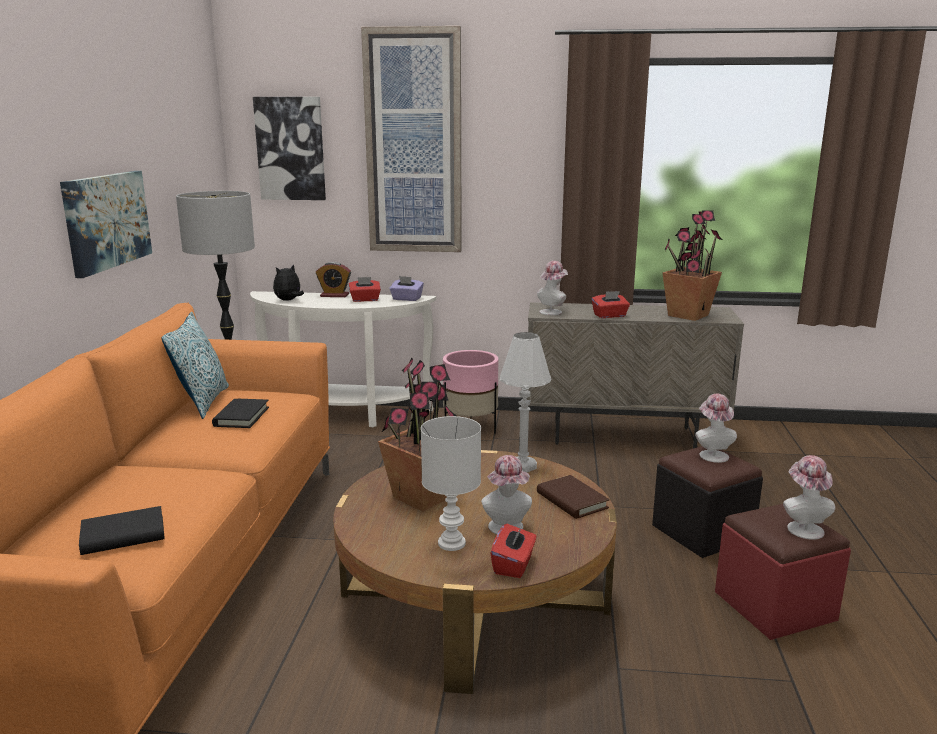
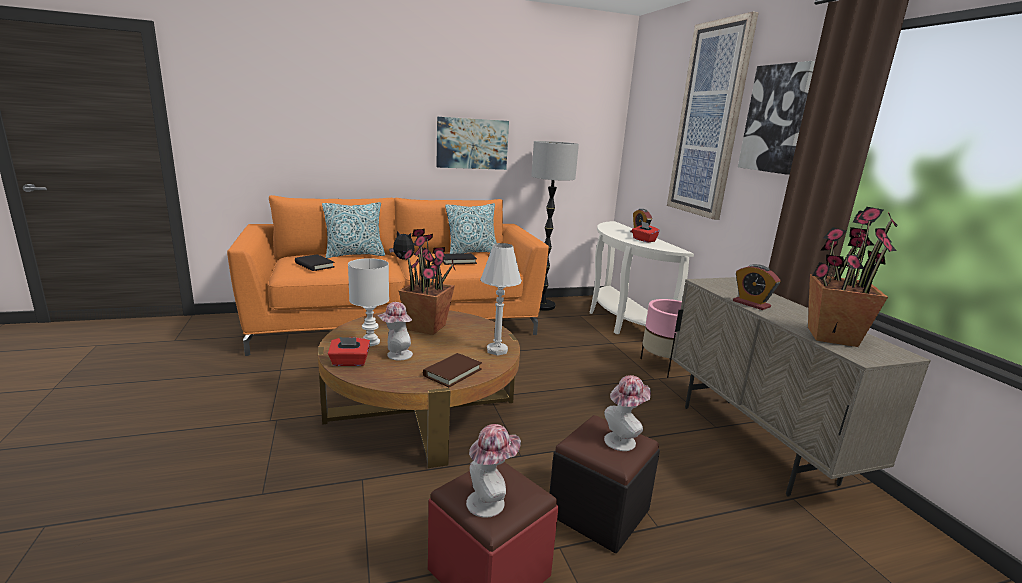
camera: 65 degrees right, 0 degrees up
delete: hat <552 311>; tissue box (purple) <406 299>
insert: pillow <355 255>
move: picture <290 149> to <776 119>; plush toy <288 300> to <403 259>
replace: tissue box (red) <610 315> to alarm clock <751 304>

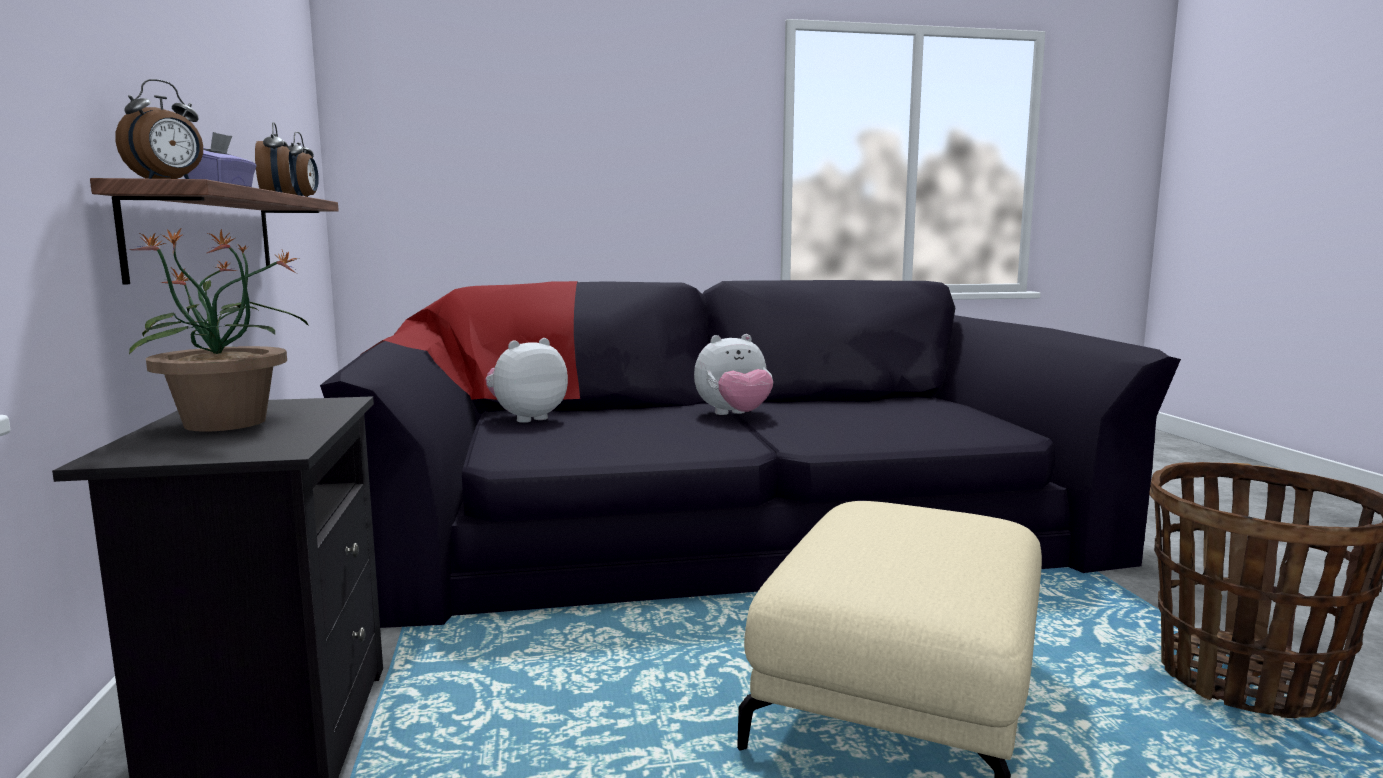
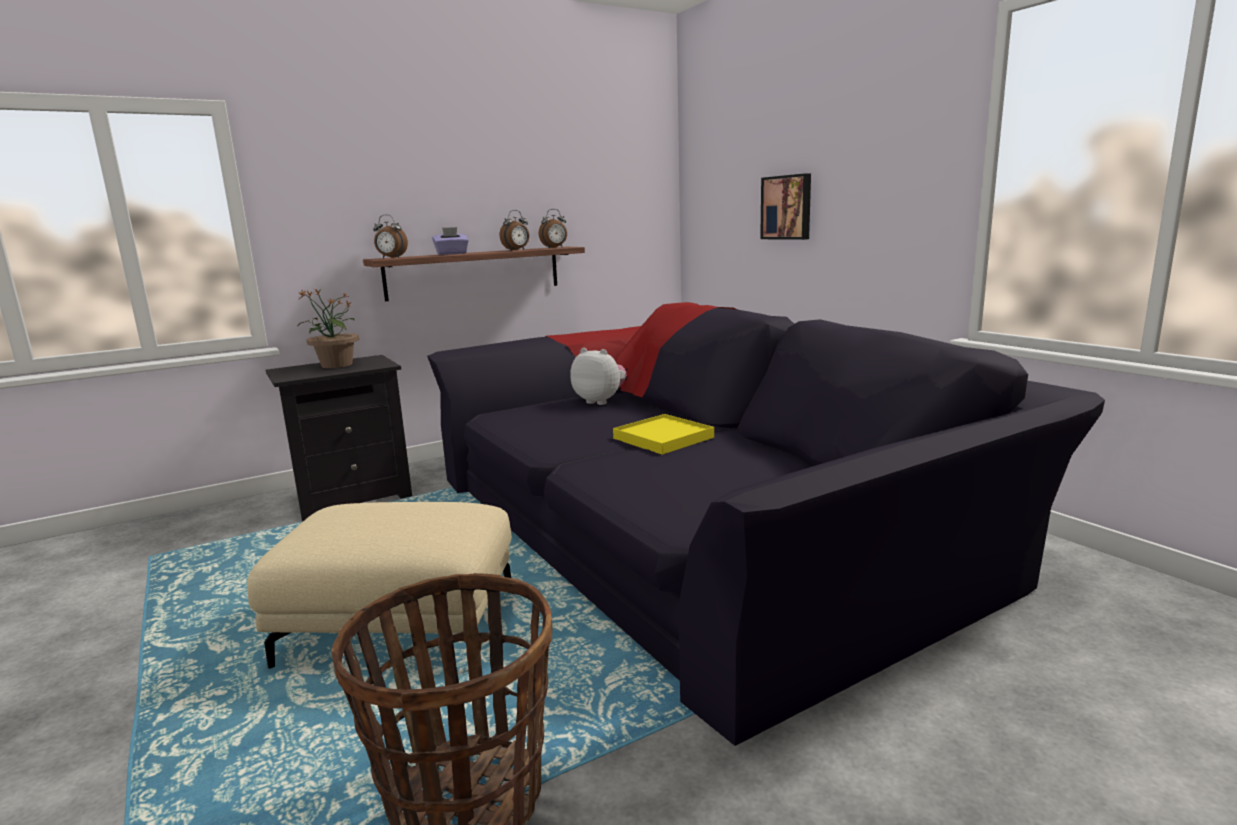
camera: 70 degrees right, 5 degrees up
insert: picture <787 207>
replace: plush toy <734 415> to tray (yellow) <663 438>

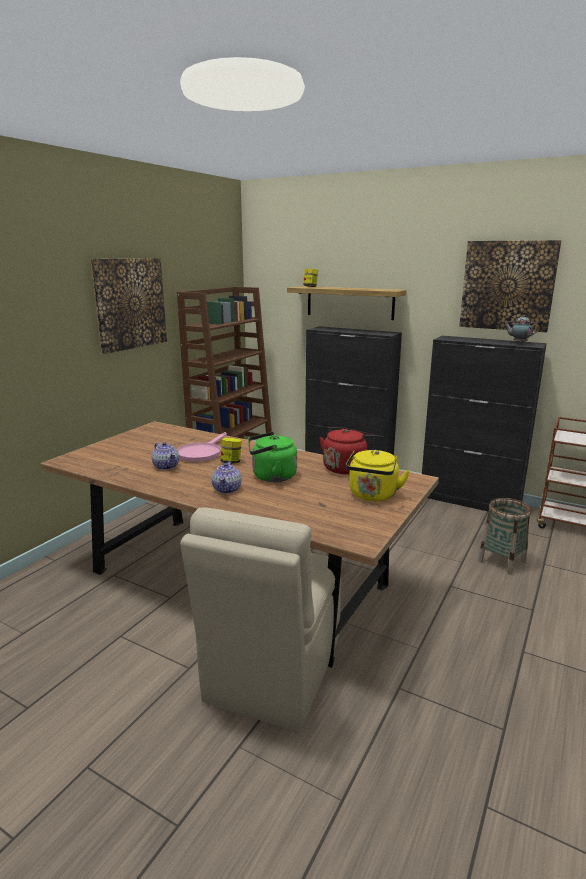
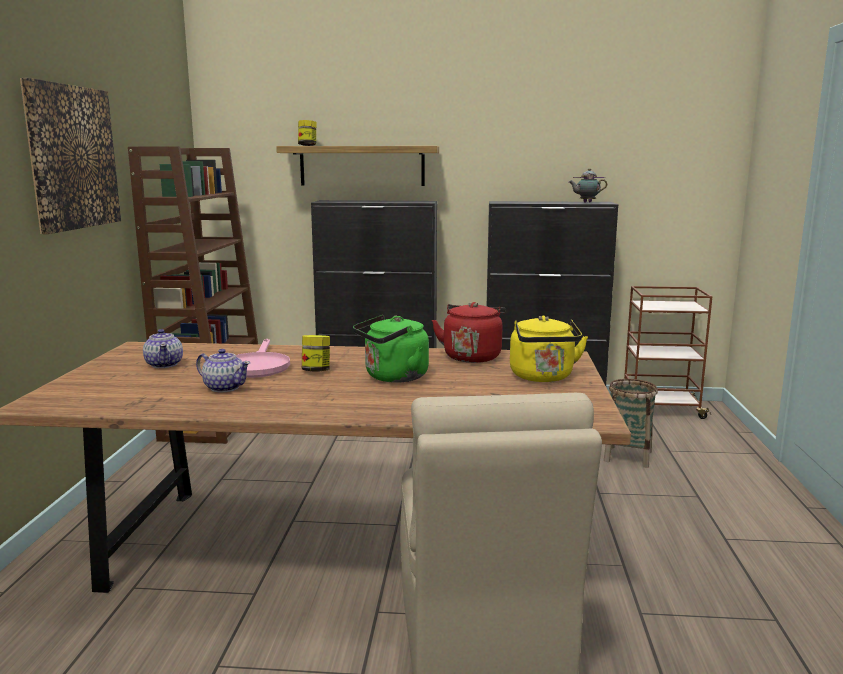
camera: 25 degrees left, 5 degrees down
delete: picture <507 285>
move: teapot <227 489> to <164 364>

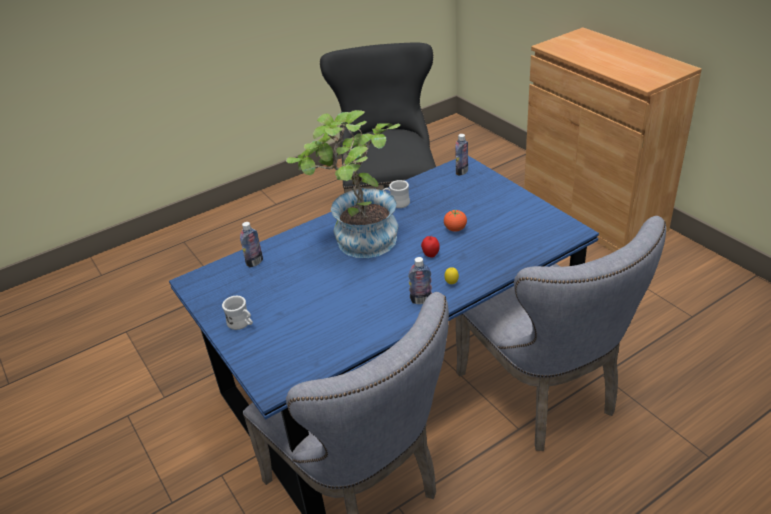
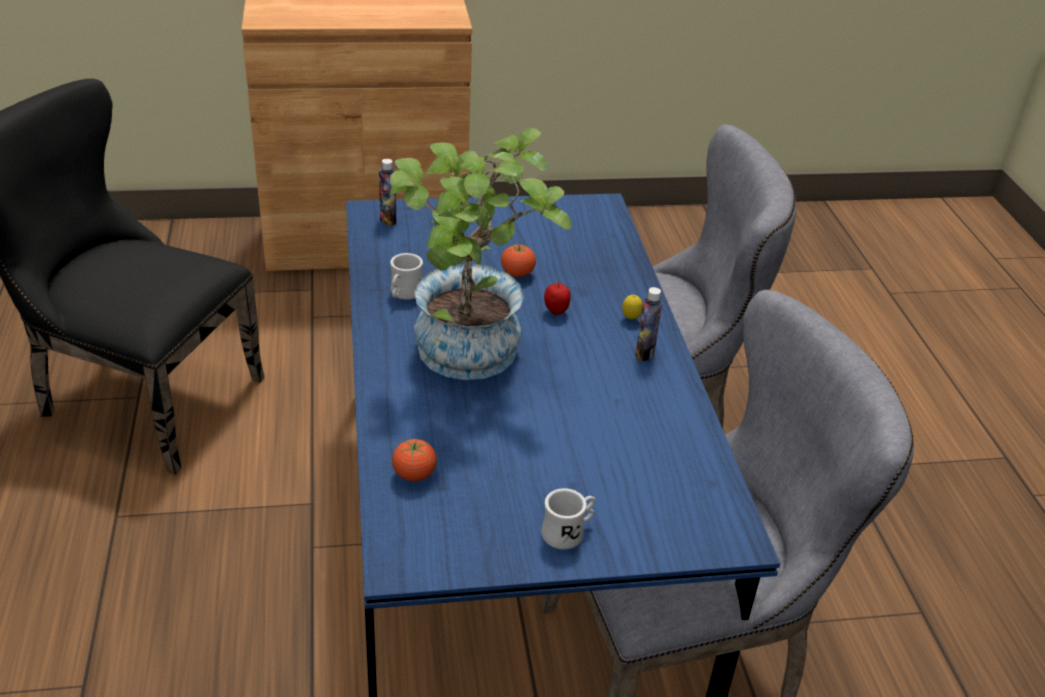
camera: 70 degrees left, 0 degrees up
replace: bottle <255 262> to tomato <414 475>

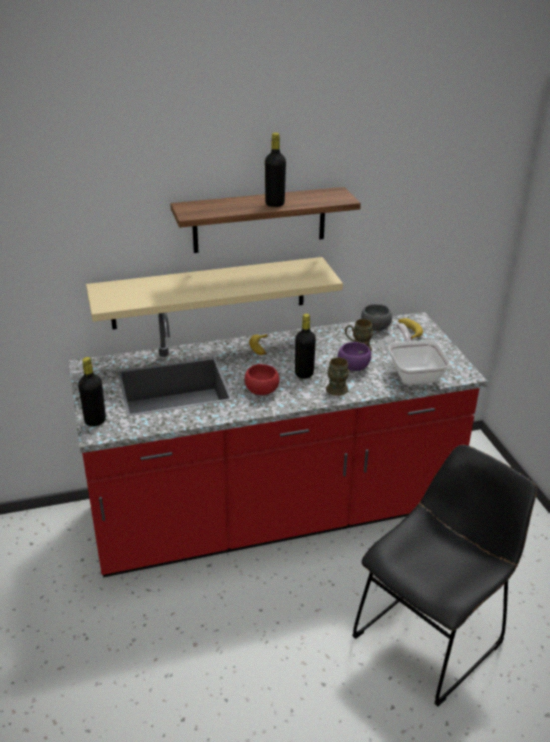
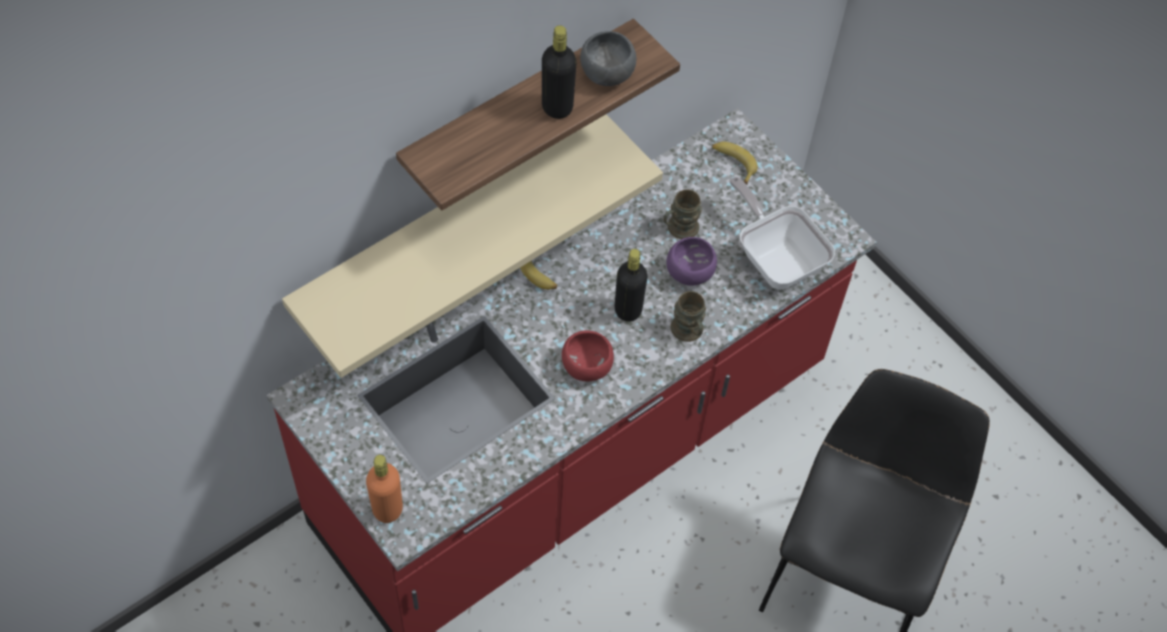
camera: 25 degrees left, 25 degrees up
move: bowl (grey) <374 327> to <605 73>
recolor: bottle (black) <95 421> to bottle (orange) <387 509>

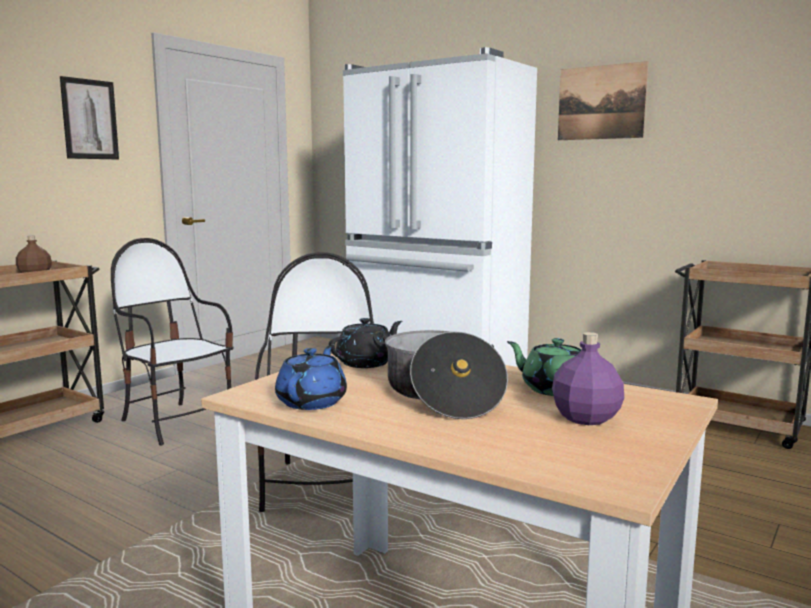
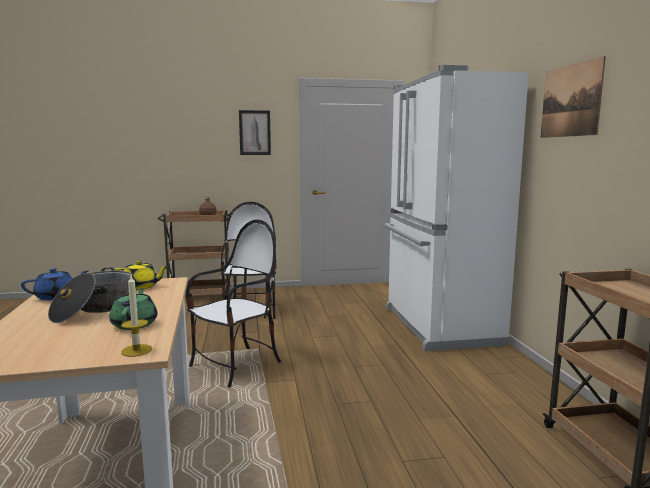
camera: 45 degrees right, 0 degrees up
delete: bottle (purple) <586 418>
insert: candle <136 350>
recolor: teapot (black) <367 363> to teapot (yellow) <141 287>

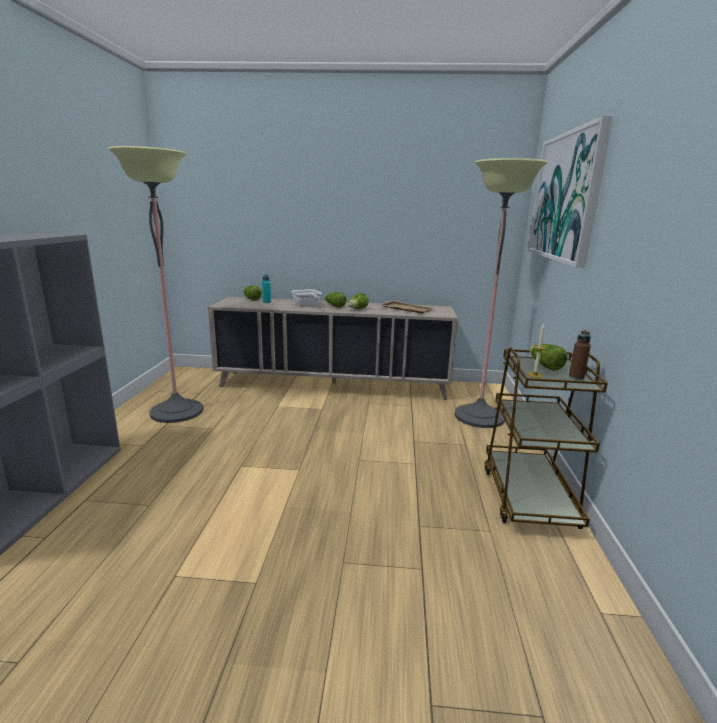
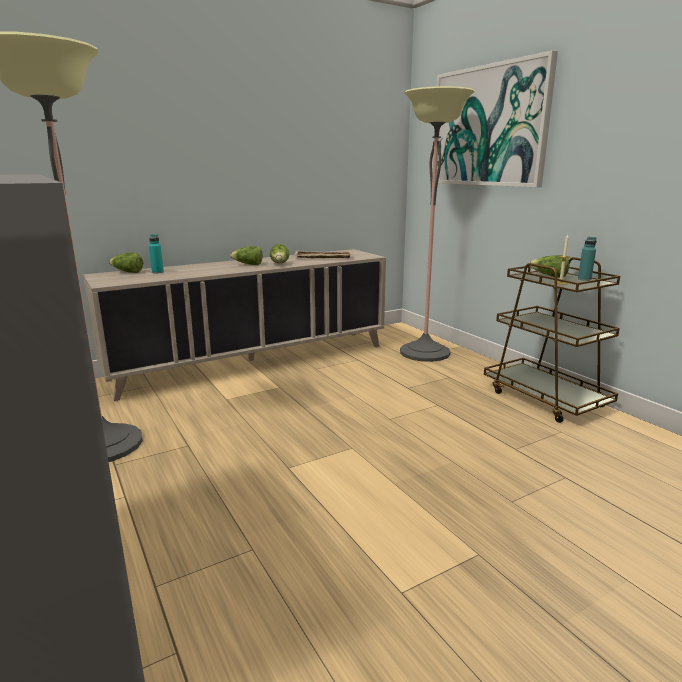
camera: 35 degrees left, 0 degrees up
delete: frying pan <307 306>
recolor: bottle (brown) <576 377> to bottle (turquoise) <584 279>

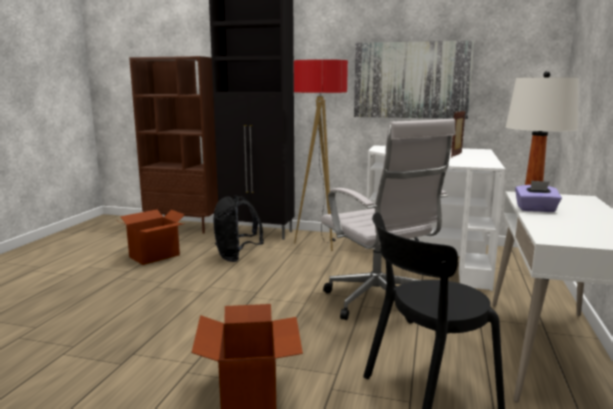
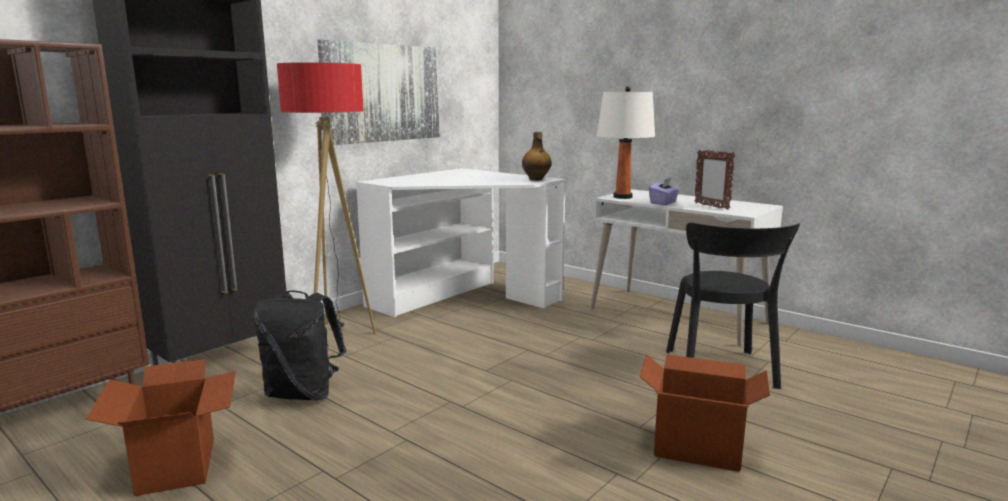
camera: 65 degrees left, 0 degrees up
delete: office chair (white) <379 303>
insert: bottle <536 179>
move: picture frame <456 155> to <711 206>

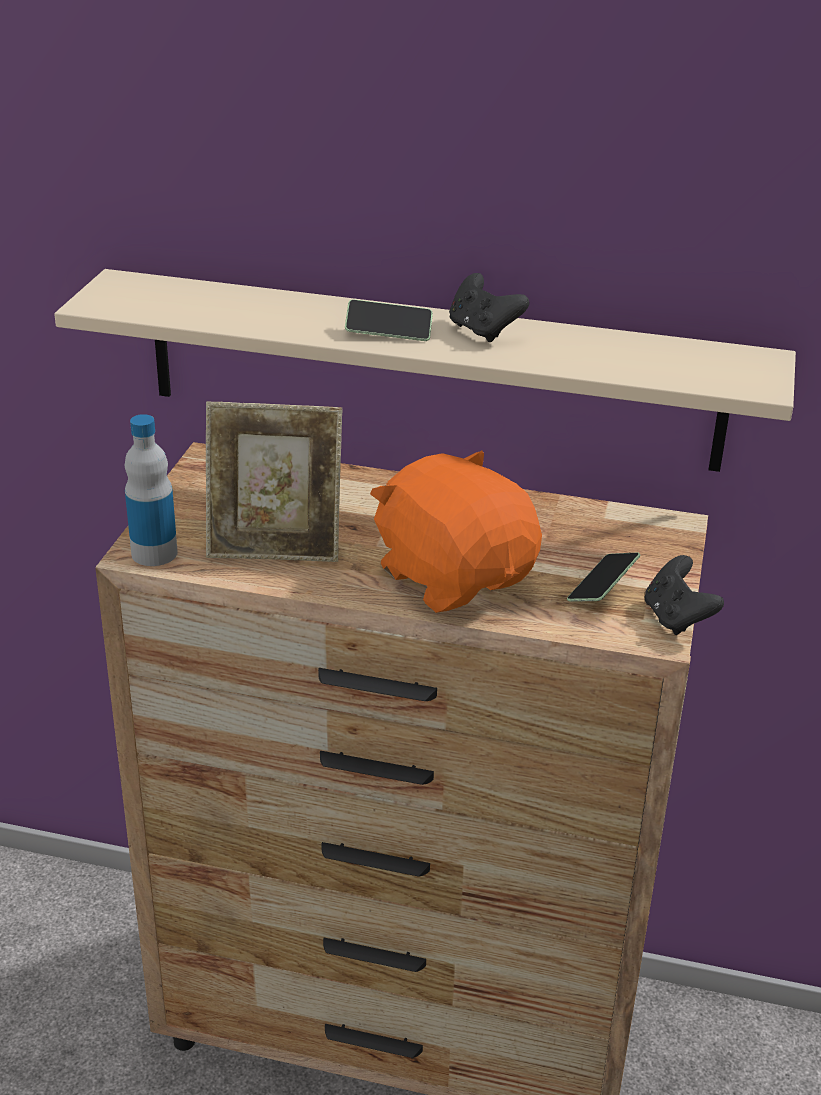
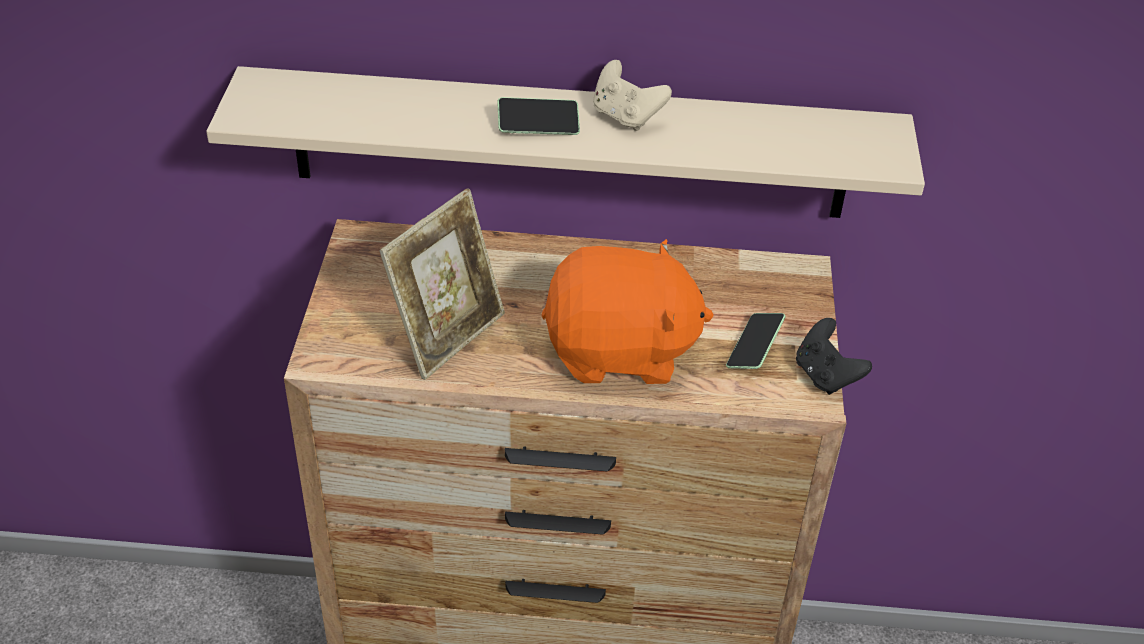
camera: 10 degrees left, 10 degrees up
delete: bottle <154 553>
recolor: game controller (black) <483 331> to game controller (beige) <626 117>
rotate: picture frame <275 546> = <448 335> 45 degrees counterclockwise; plush toy (orange) <454 577> = <620 352> 135 degrees clockwise

